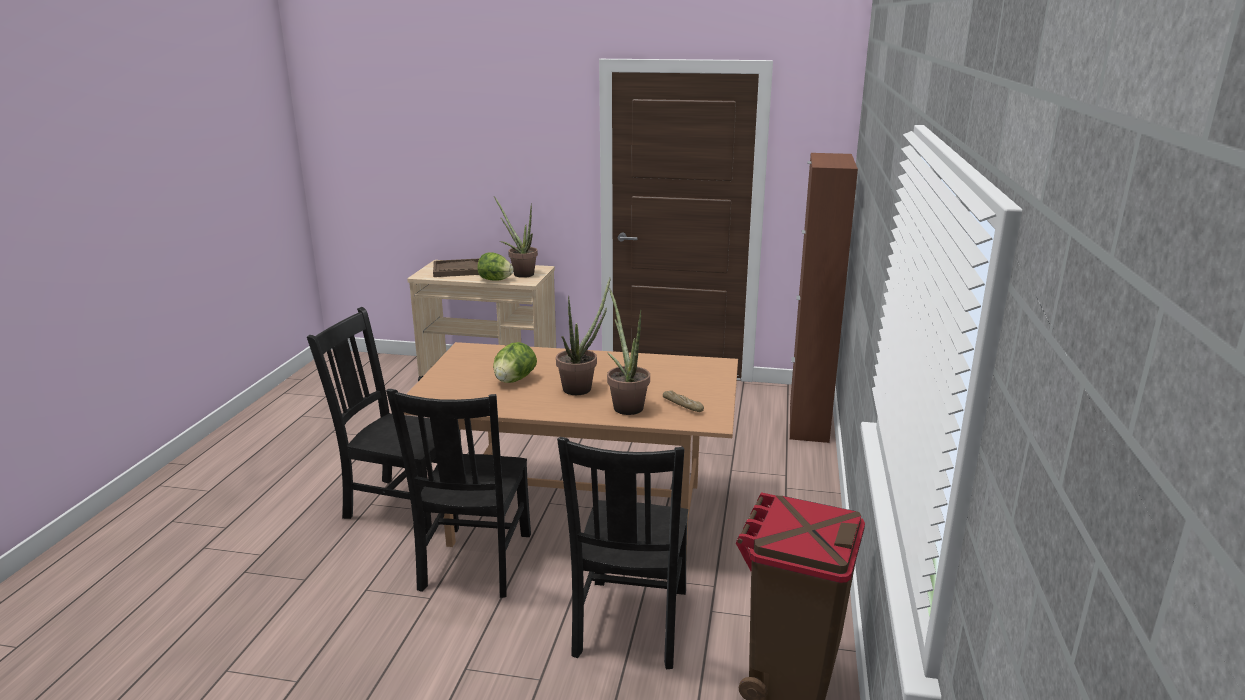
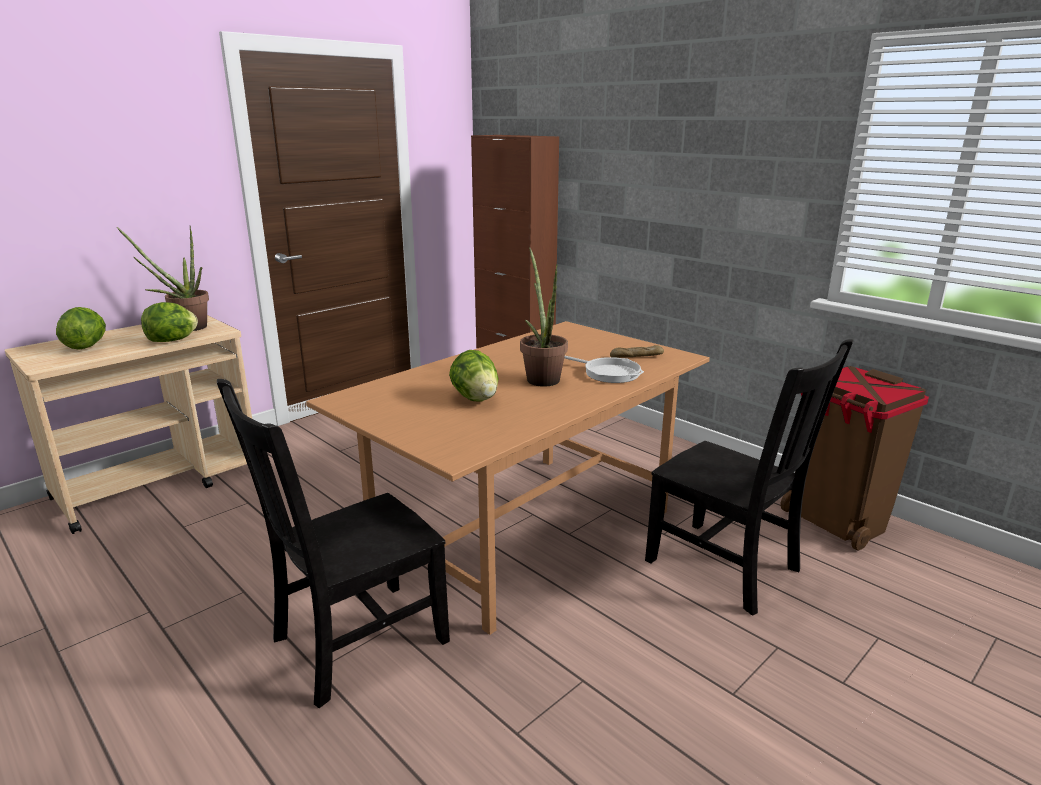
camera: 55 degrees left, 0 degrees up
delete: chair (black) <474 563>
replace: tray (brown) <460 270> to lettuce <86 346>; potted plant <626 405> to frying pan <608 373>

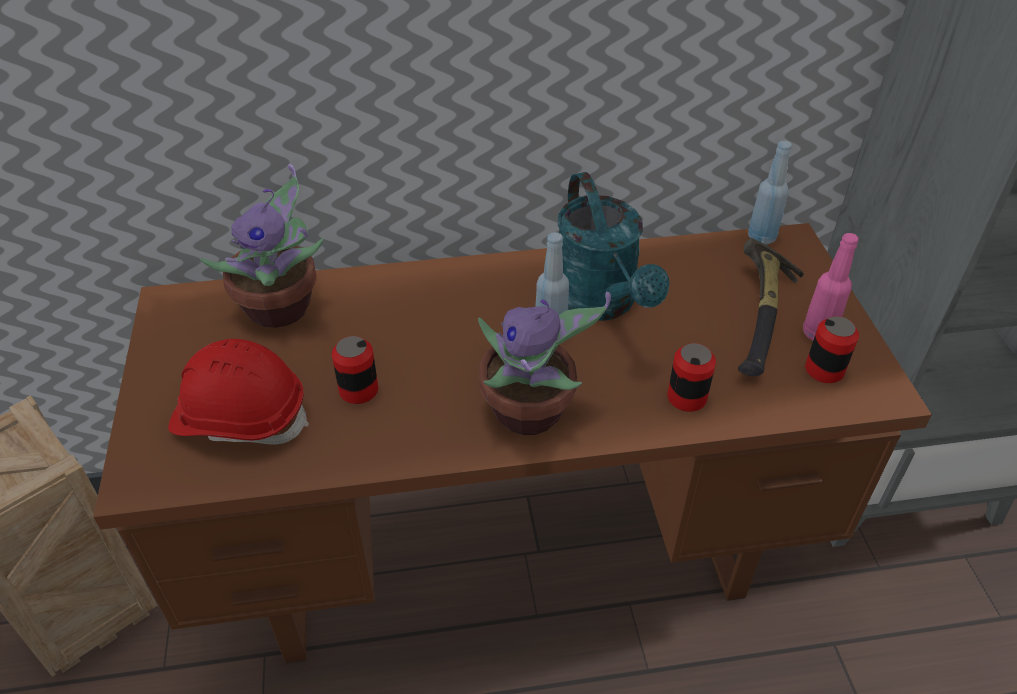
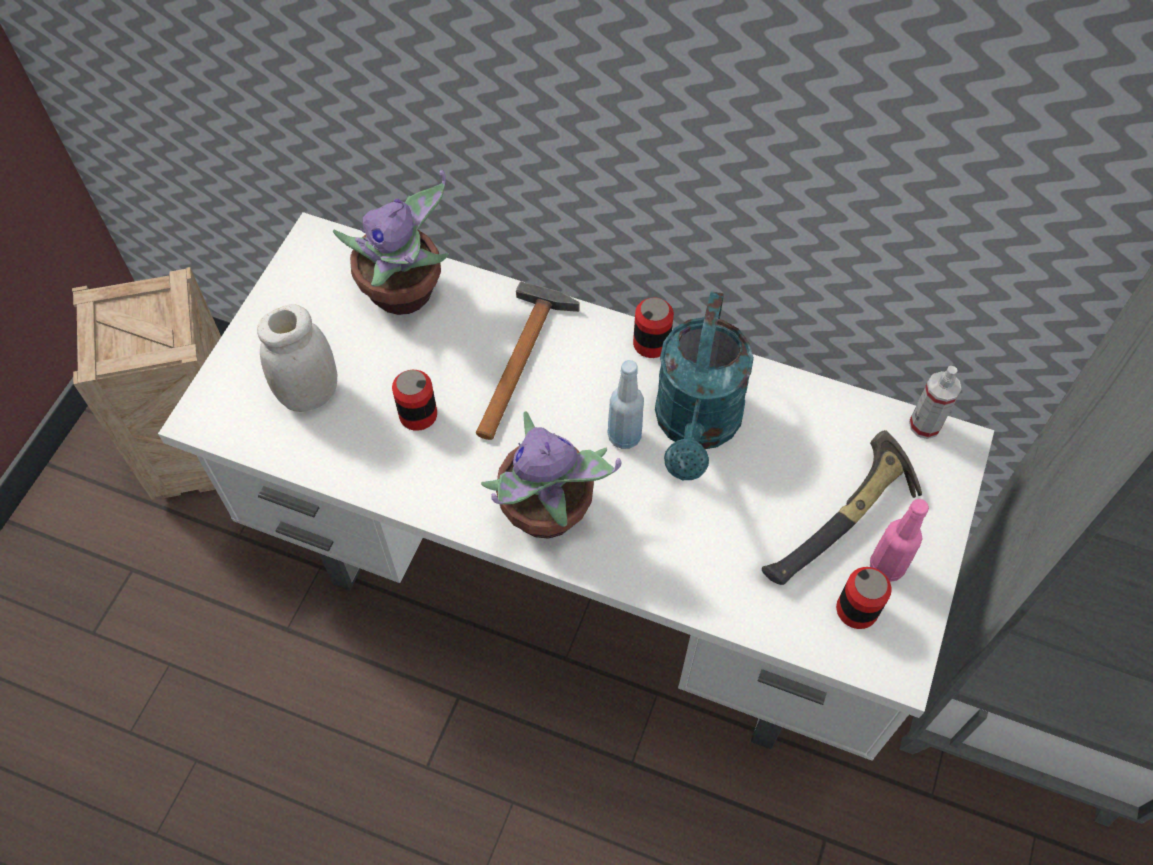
camera: 30 degrees right, 15 degrees up
insert: hammer <523 357>
move: can <686 398> to <651 343>
replace: bottle (blue) <761 237> to spray bottle <924 425>; hard hat (red) <240 417> to jar (white) <309 394>
recolor: desk (brown) <509 551> to desk (white) <579 584>

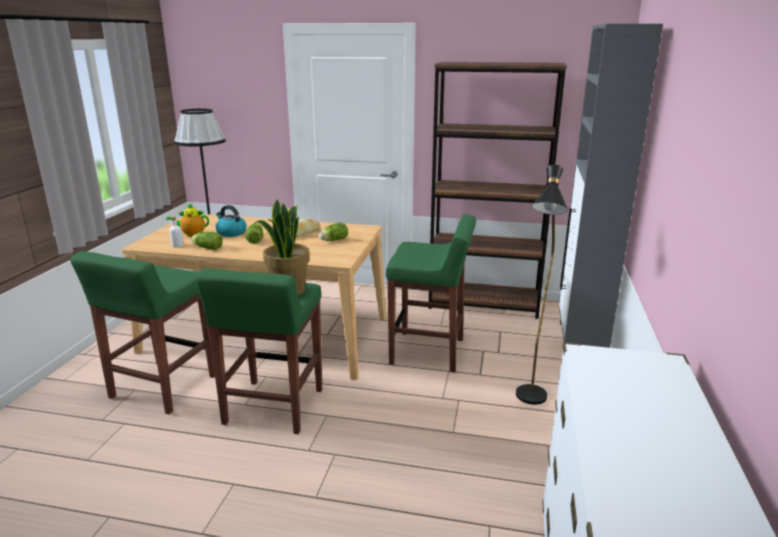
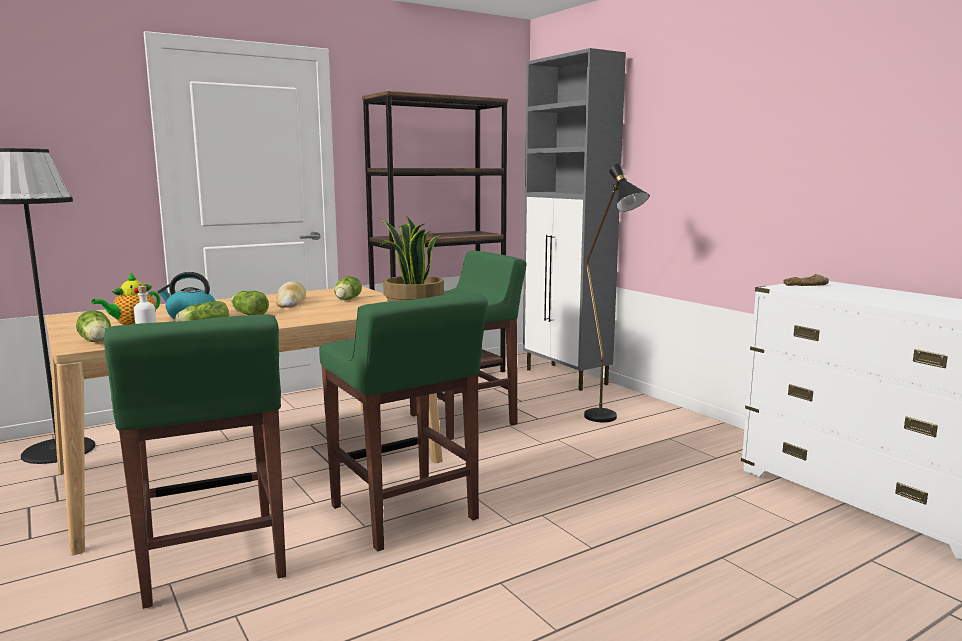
camera: 45 degrees left, 10 degrees down
insert: bread <806 285>; lettuce <96 342>

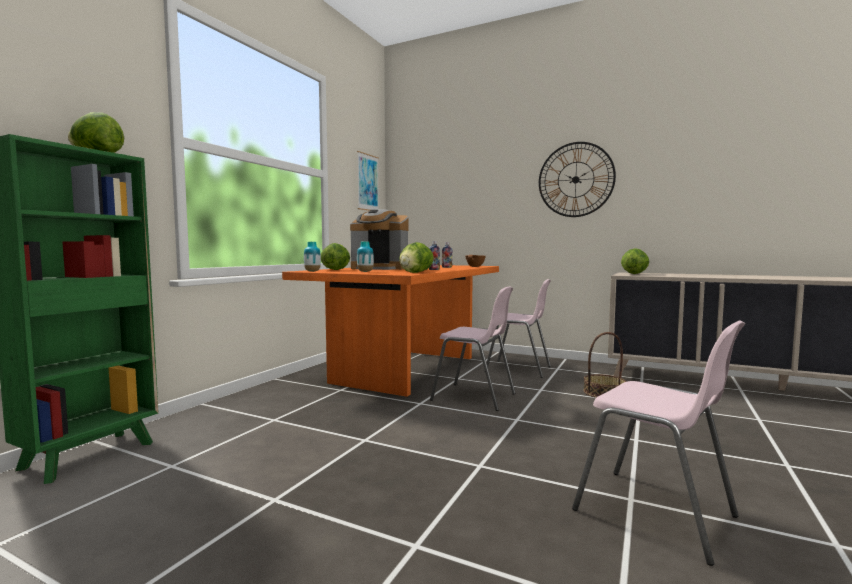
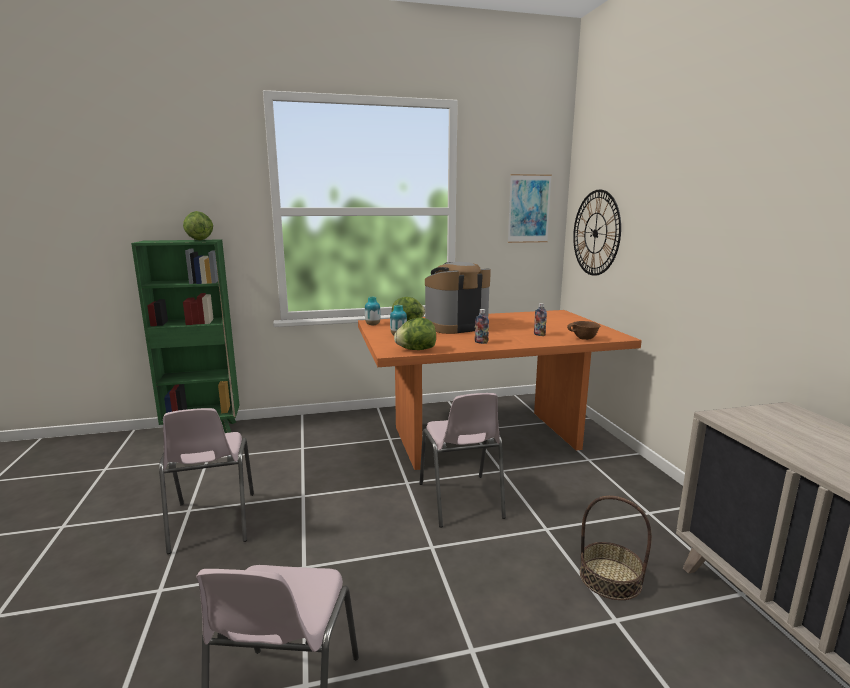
camera: 50 degrees right, 10 degrees up
delete: lettuce <634 274>
move: wall clock <575 179> to <595 233>; chair (pink) <519 369> to <212 522>
rotate: coffee machine <380 268> = <456 326> 90 degrees clockwise

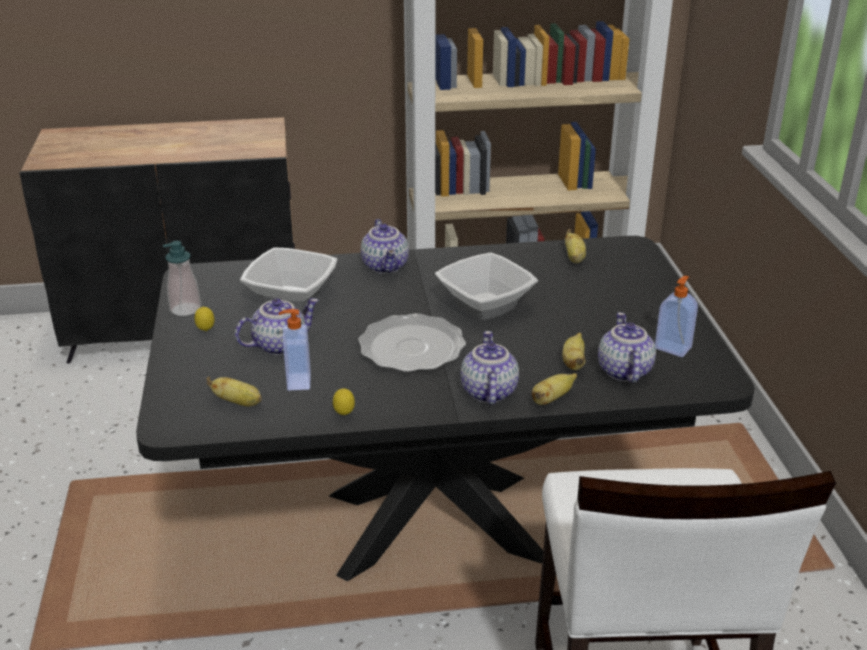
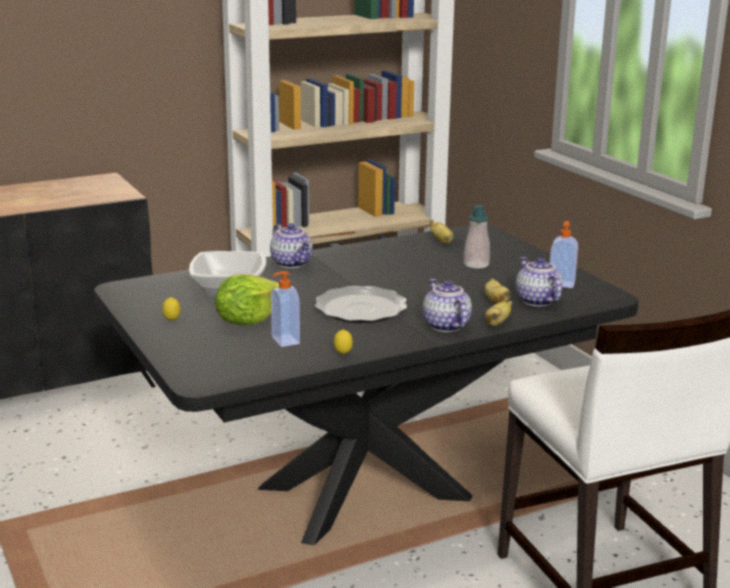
camera: 20 degrees left, 10 degrees down
delete: bowl <484 306>; banana <238 403>
move: soap dispenser <185 309> to <476 264>
replace: teapot <279 345> to lettuce <247 321>

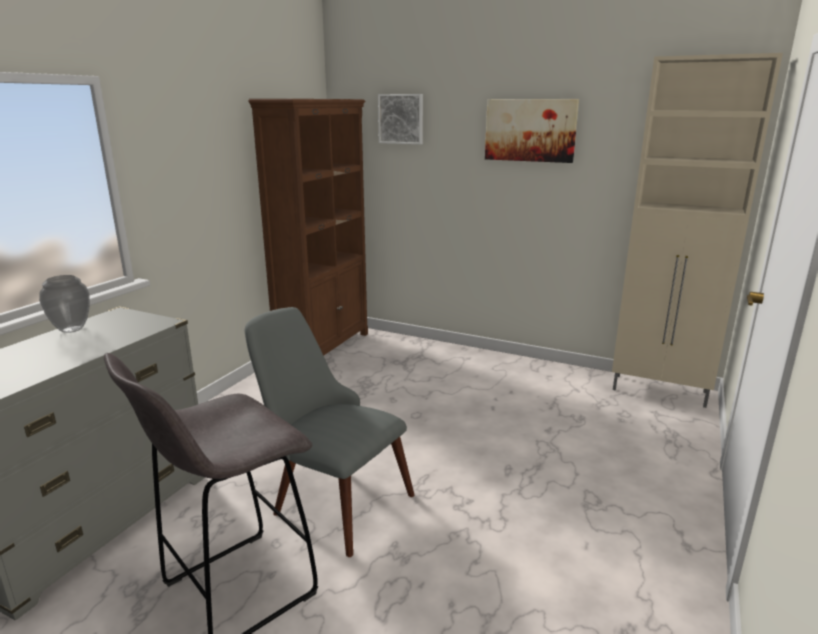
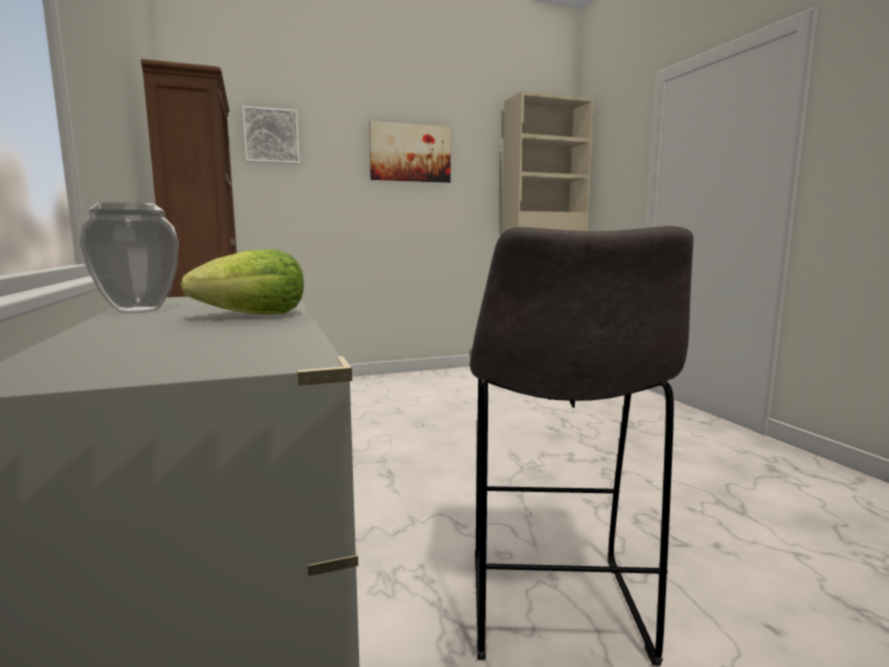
camera: 45 degrees left, 10 degrees down
delete: chair (grey) <330 498>
insert: lettuce <254 316>

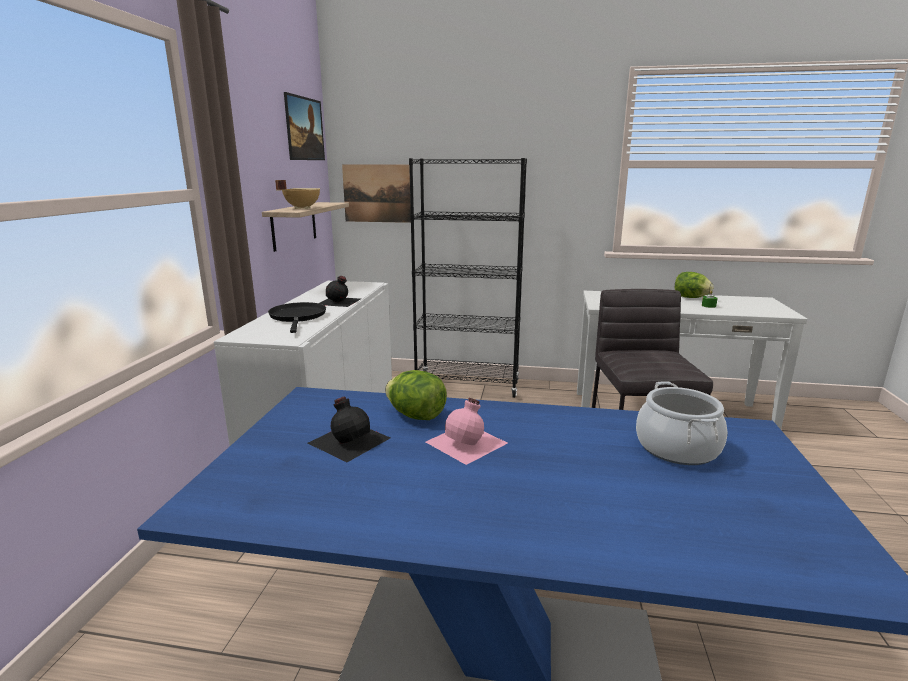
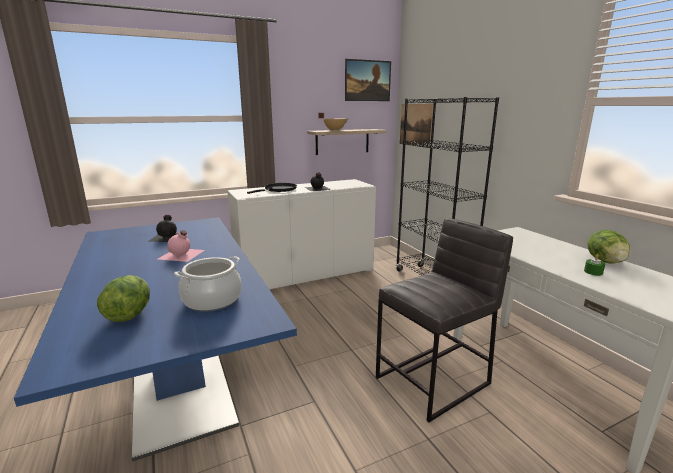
camera: 55 degrees right, 0 degrees up
move: lettuce <416 416> to <129 315>

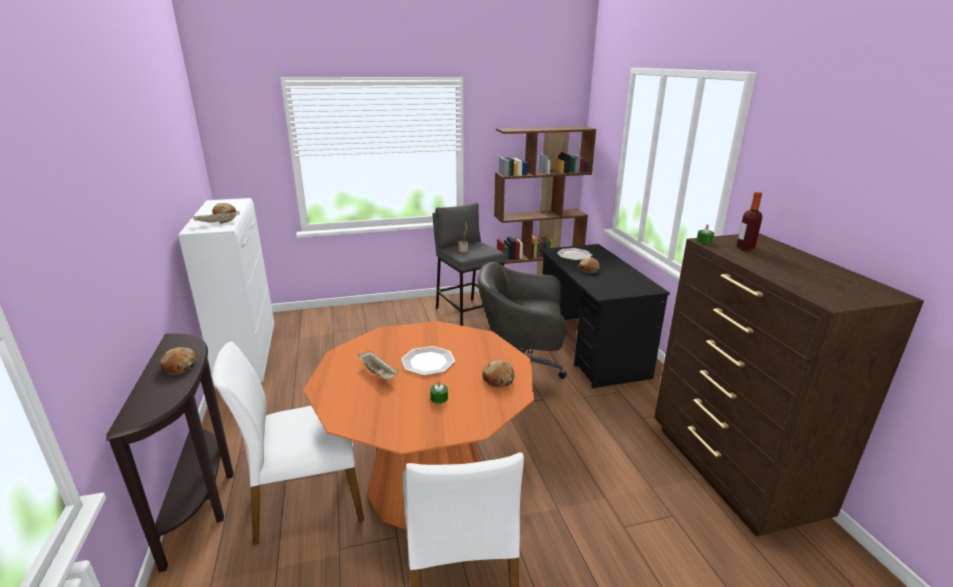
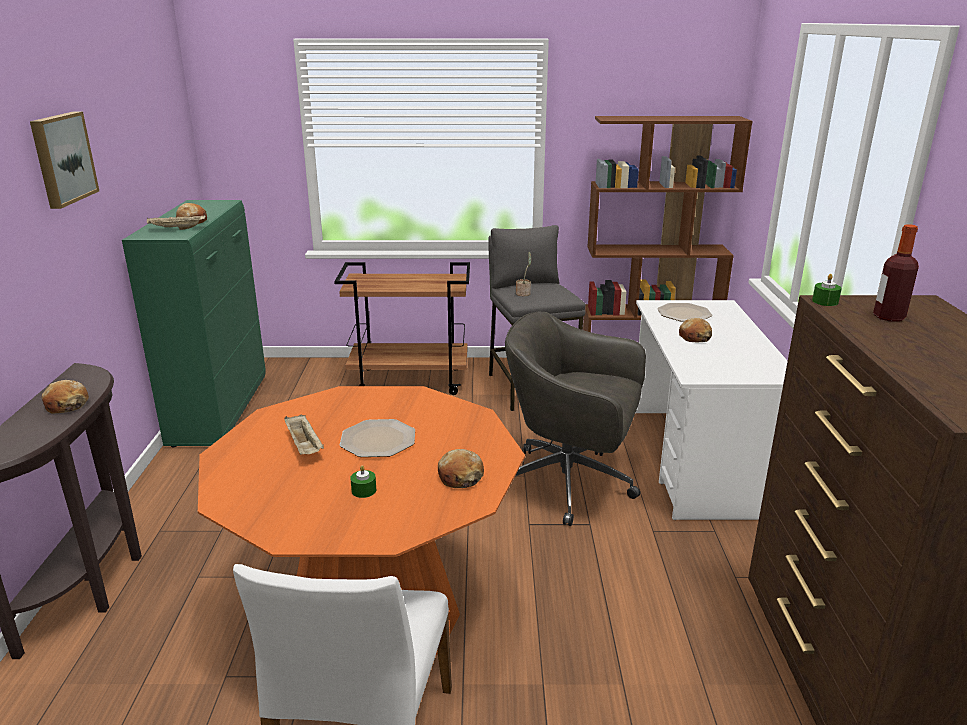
camera: 15 degrees right, 0 degrees up
delete: chair (white) <306 499>
insert: picture <62 158>; cart (brown) <410 381>
recolor: cabinet (white) <248 356> to cabinet (green) <220 410>; desk (black) <590 348> to desk (white) <696 460>

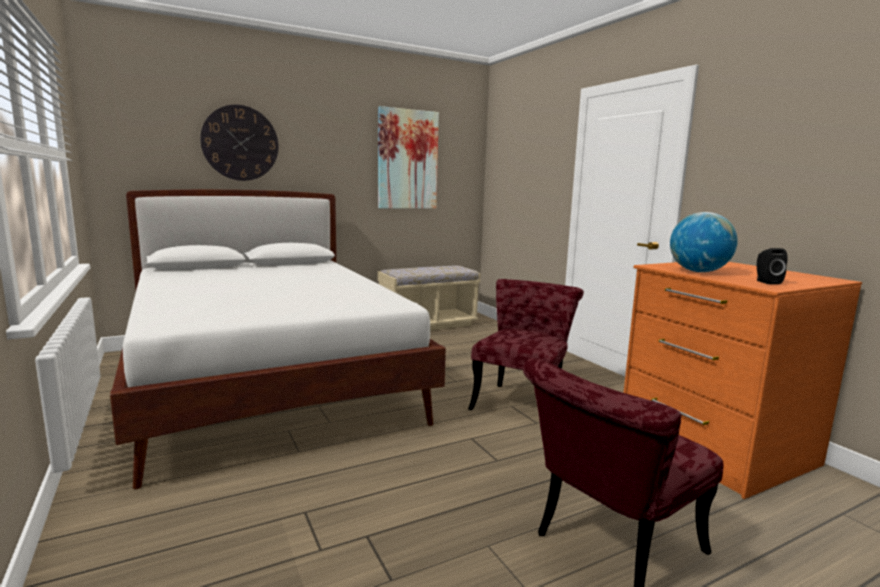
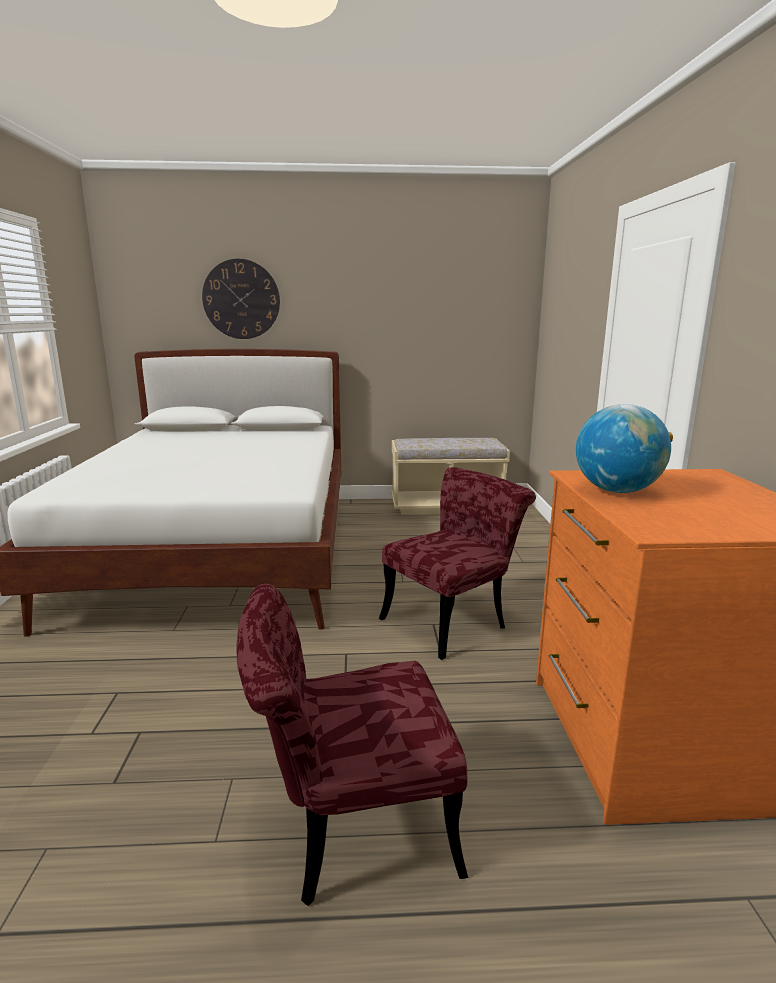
camera: 25 degrees right, 5 degrees up
delete: picture <407 159>; speaker (black) <766 282>

